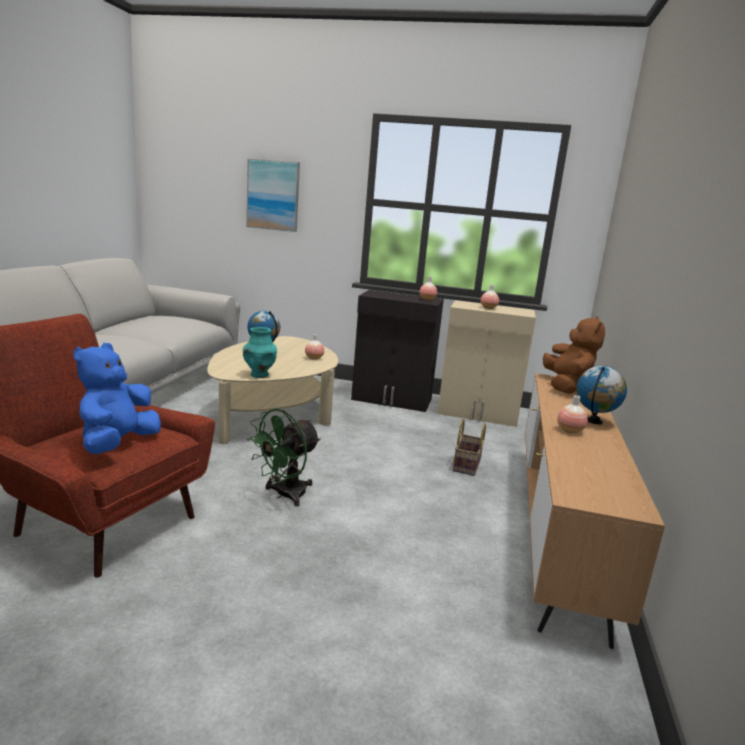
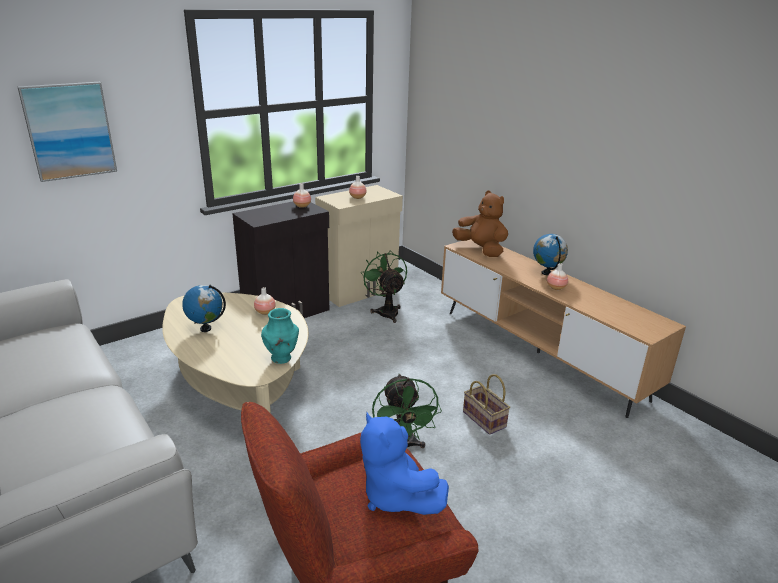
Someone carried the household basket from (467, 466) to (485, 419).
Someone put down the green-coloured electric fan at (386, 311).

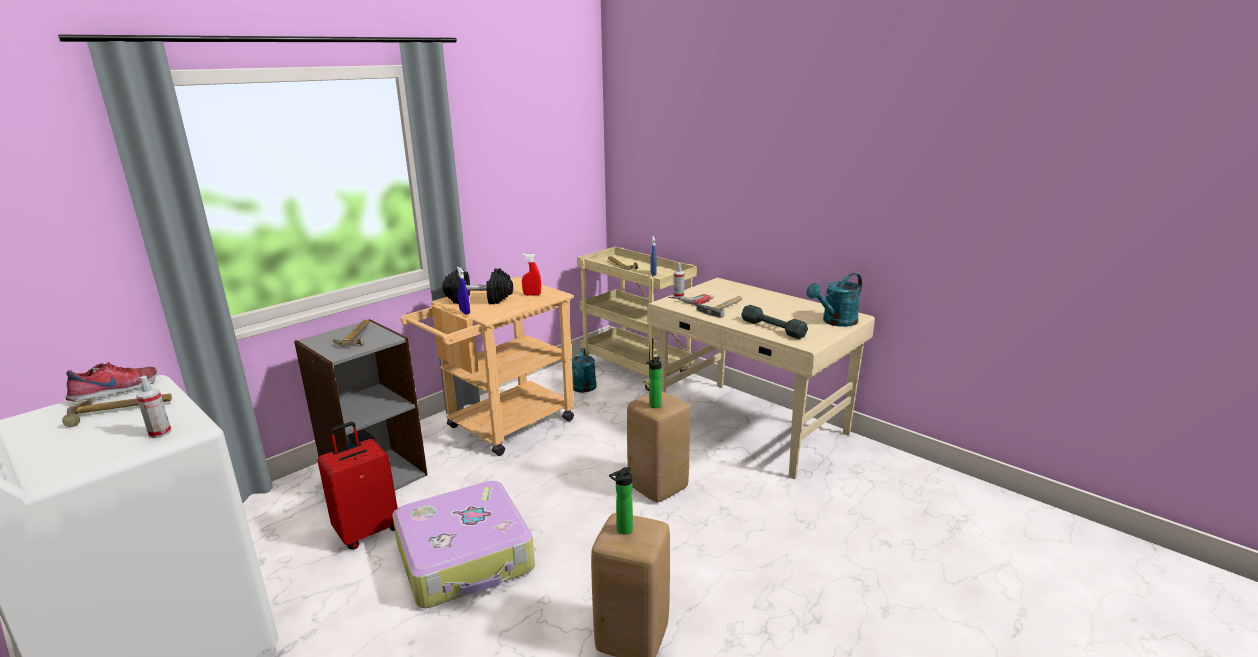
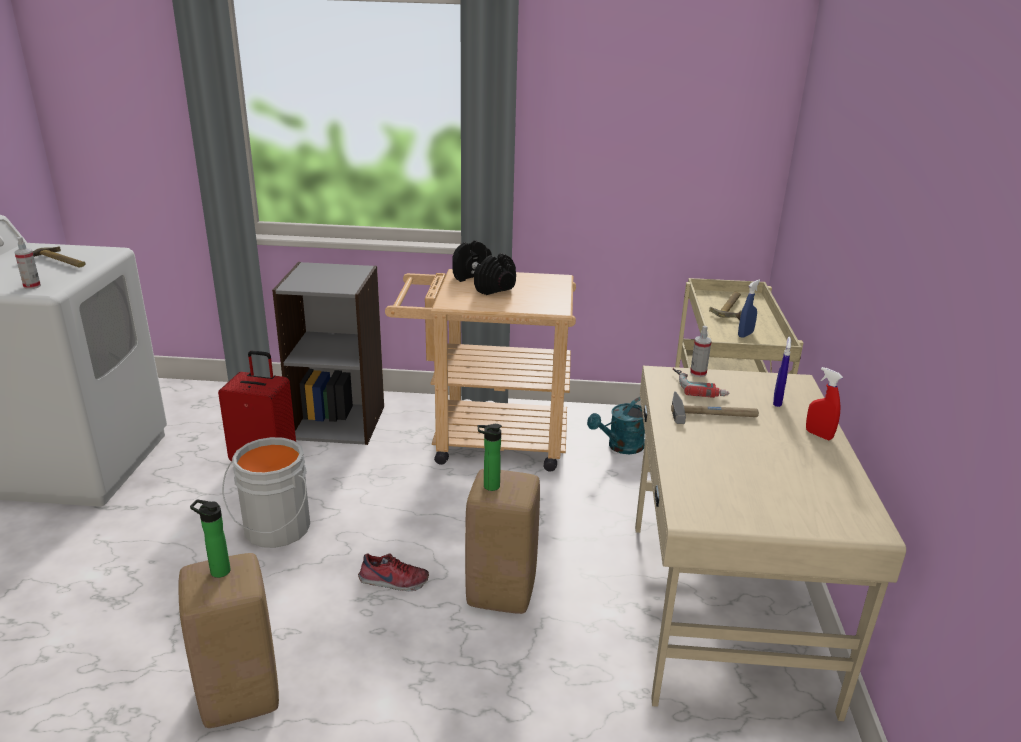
Someone carried the red-coloured hand sprayer from (532, 294) to (818, 435).
Someone carried the blue hand sprayer from (464, 312) to (777, 401).
Someone took away the turquoise sprinkling can at (835, 322).
Someone took away the greyish free weight at (773, 328).
Someone took away the tool hammer at (358, 336).
Someone carried the low shoe from (115, 391) to (393, 582).
Someone swapped the travel case at (466, 557) for the greyish bucket at (274, 530).

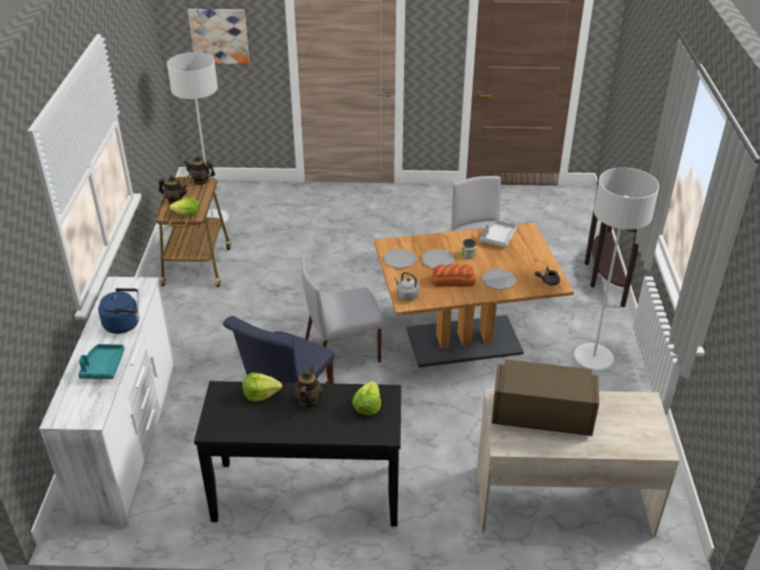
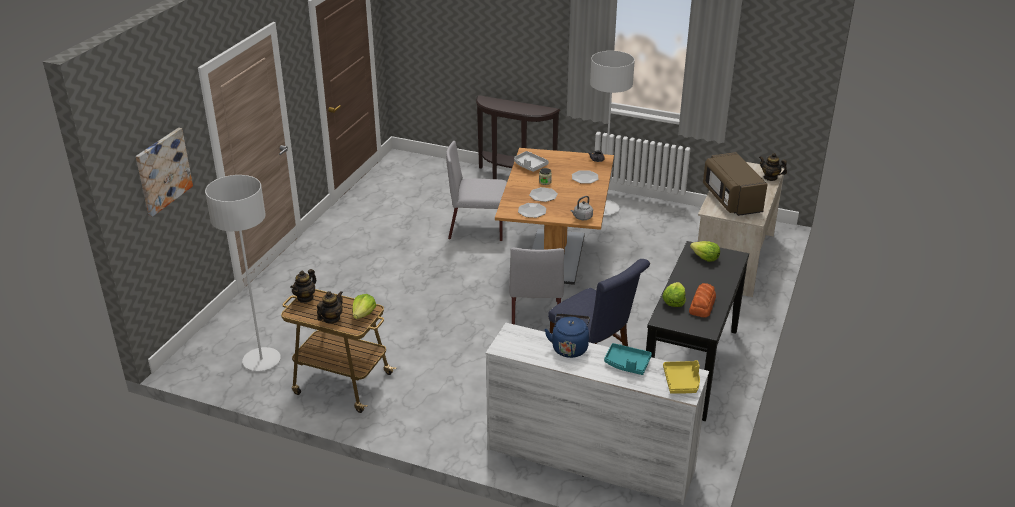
Someone carried the bakery bread from (453, 281) to (702, 305).
Someone rotated the brown-coloured microwave oven at (541, 414) by 45 degrees counterclockwise.
Someone carried the pot for tea from (308, 400) to (770, 177).
Someone put down the yellow-coloured tray at (682, 382).

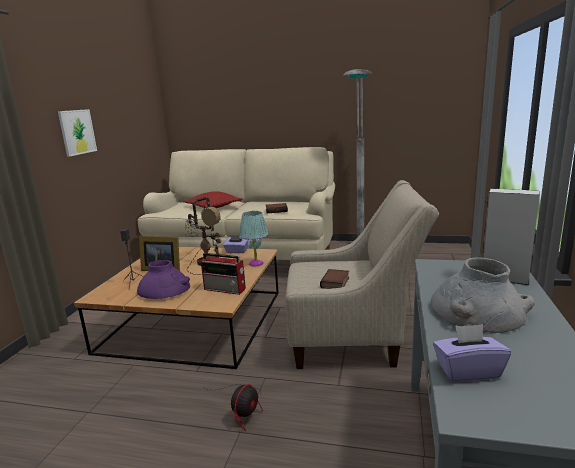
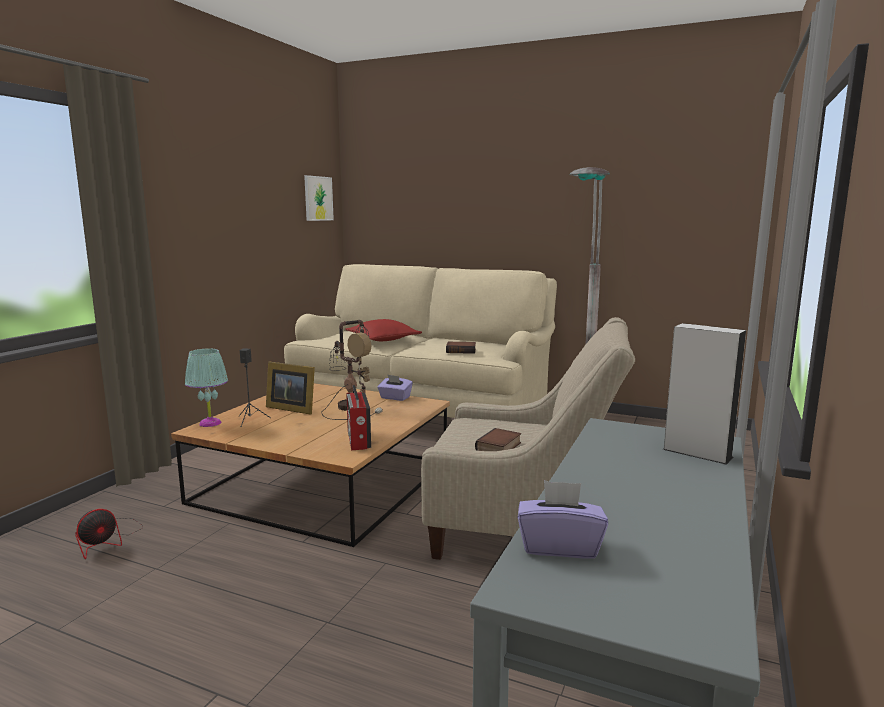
Someone carried the picture from (77, 132) to (318, 198).
Someone carried the turquoise tabletop lamp from (256, 263) to (210, 423).
Someone rotated the radio at (225, 289) by 45 degrees clockwise.
Someone took away the greyish flower vase at (478, 311).
Someone took away the purple flower vase at (164, 290).
Someone carried the electric fan from (243, 408) to (107, 540).

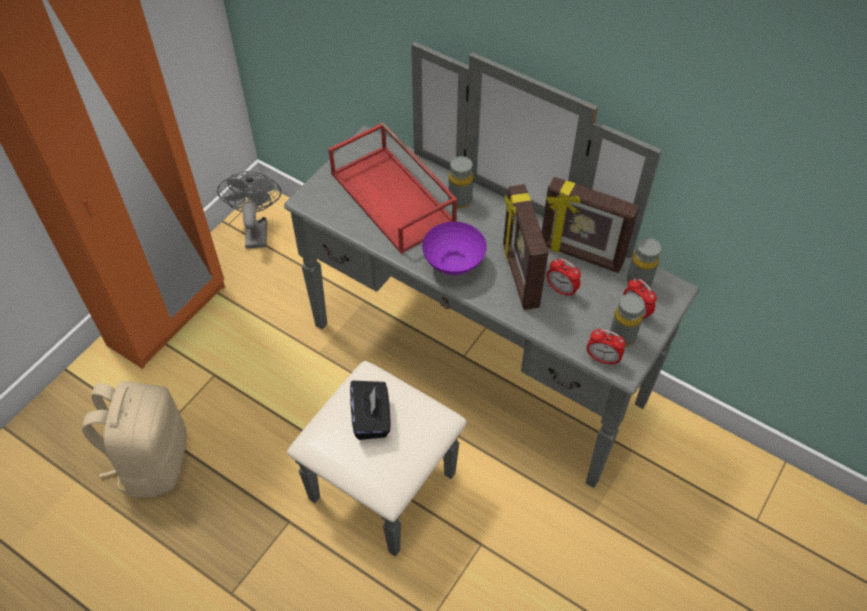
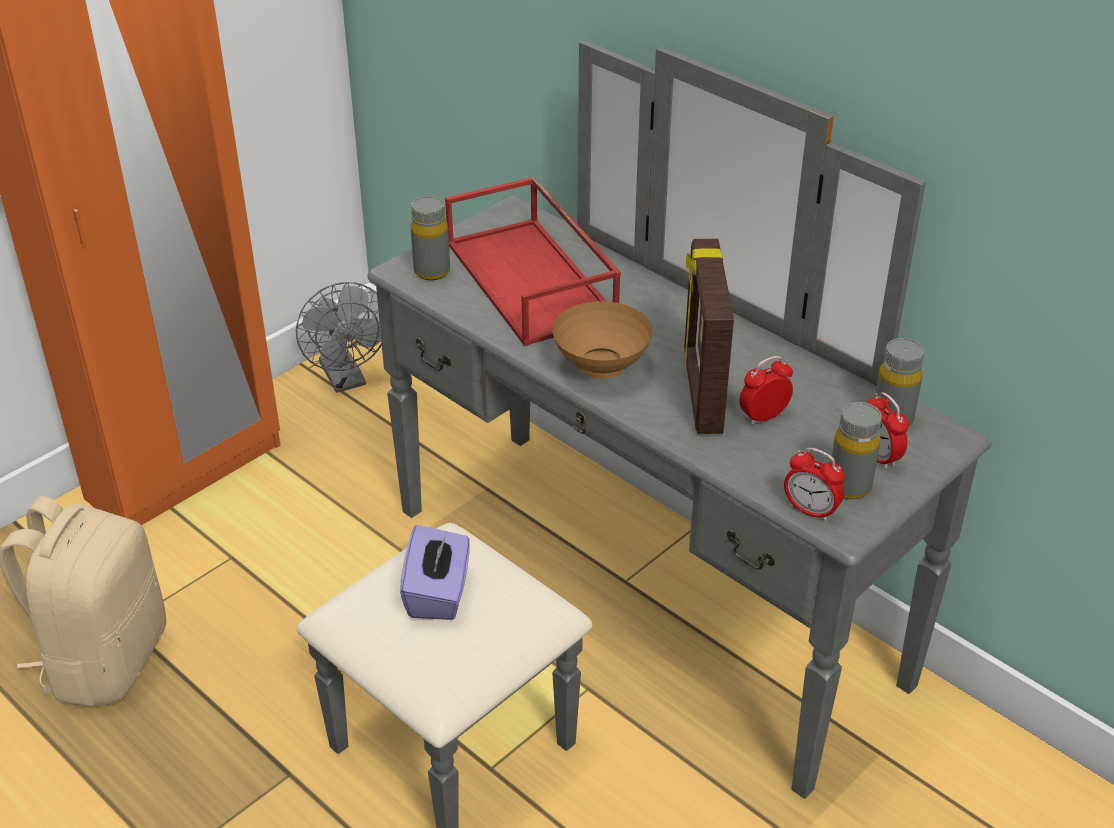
Someone carried the greyish drink bottle from (460, 200) to (432, 271).
Someone rotated the greyish electric fan at (256, 230) by 150 degrees clockwise.
Someone took away the picture frame at (580, 255).
Someone repainted the purple serving bowl at (454, 264), which became the brown-coloured serving bowl at (603, 368).
Someone rotated the alarm clock at (561, 290) by 105 degrees clockwise.
Someone repainted the black tissue holder at (371, 419), which became the purple tissue holder at (438, 593).

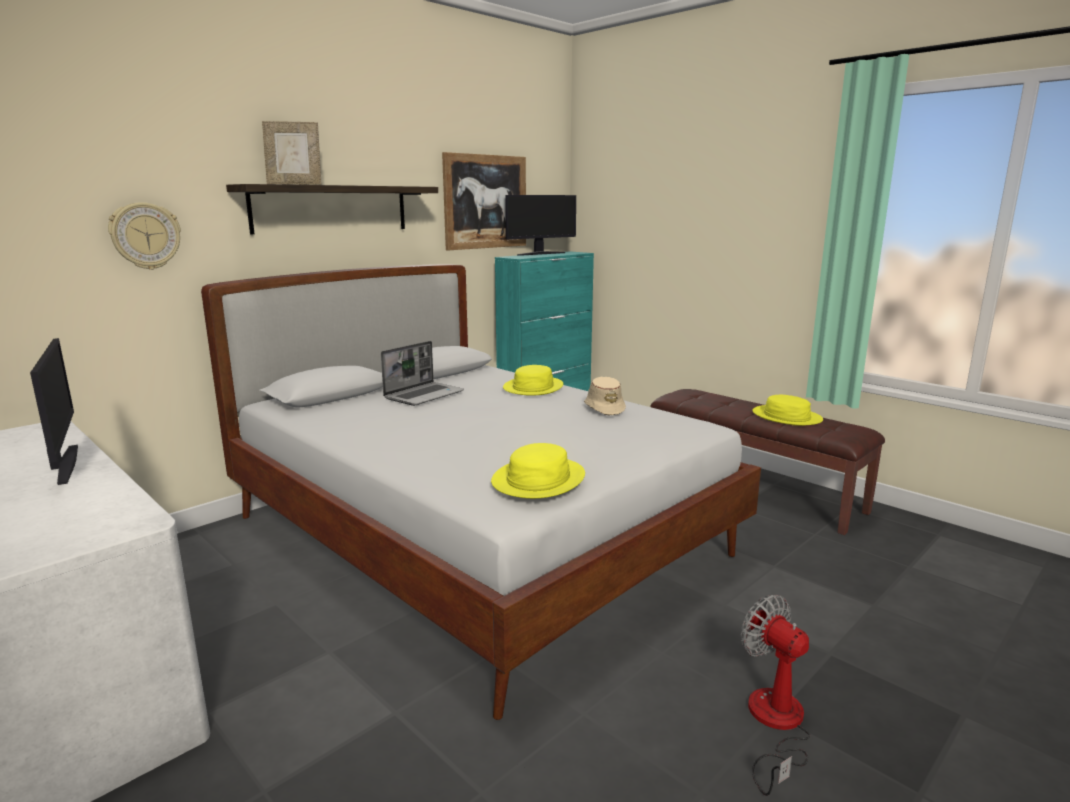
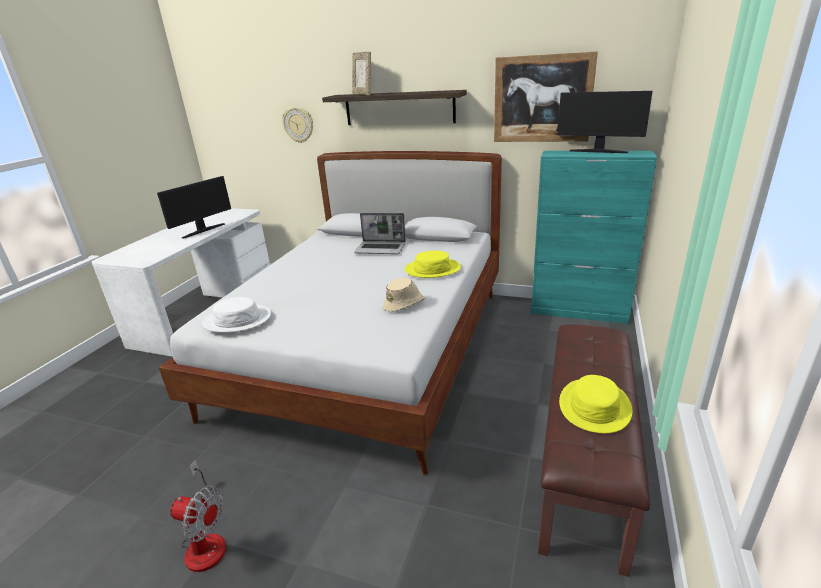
Someone repainted the yellow-coloured clothing hat at (538, 479), which became the white clothing hat at (237, 319).
Someone rotated the electric fan at (775, 724) by 75 degrees clockwise.

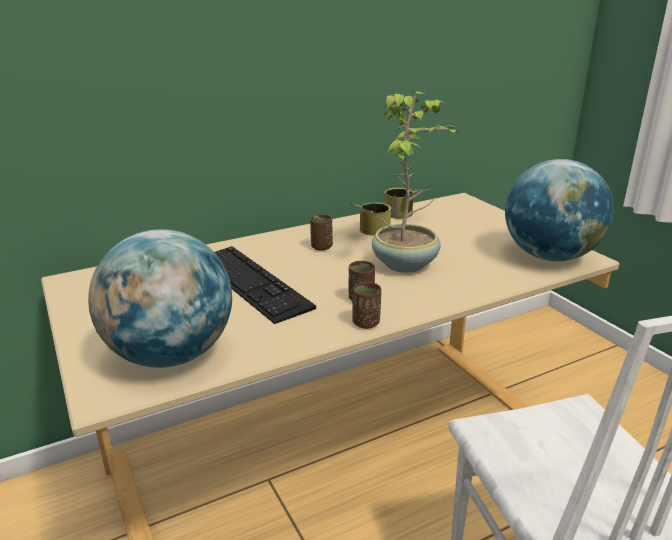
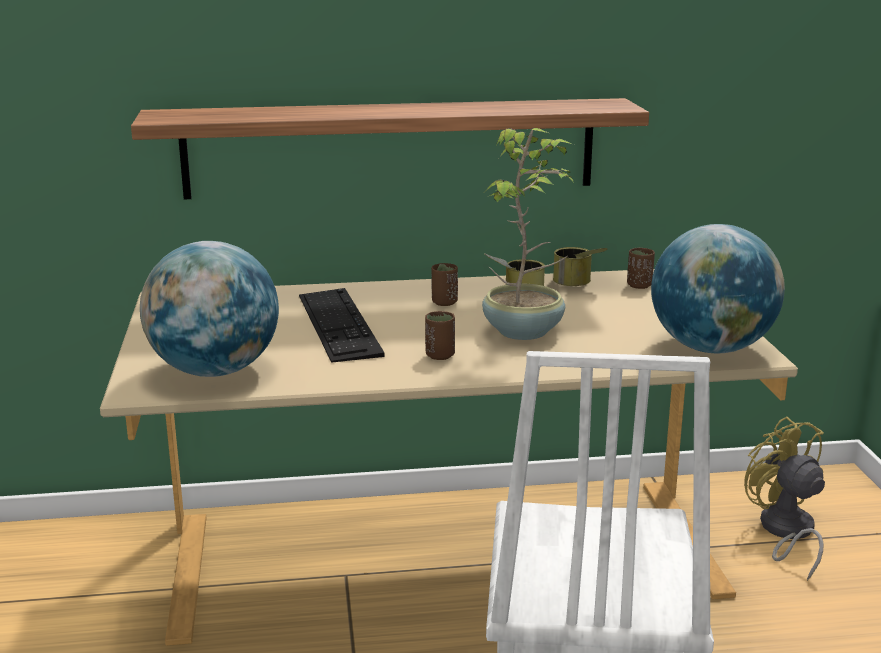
Someone carried the brown-coloured cup from (366, 323) to (639, 285).
Someone put up the bracket shelf at (390, 148).
Someone put down the yellow-coloured electric fan at (785, 532).

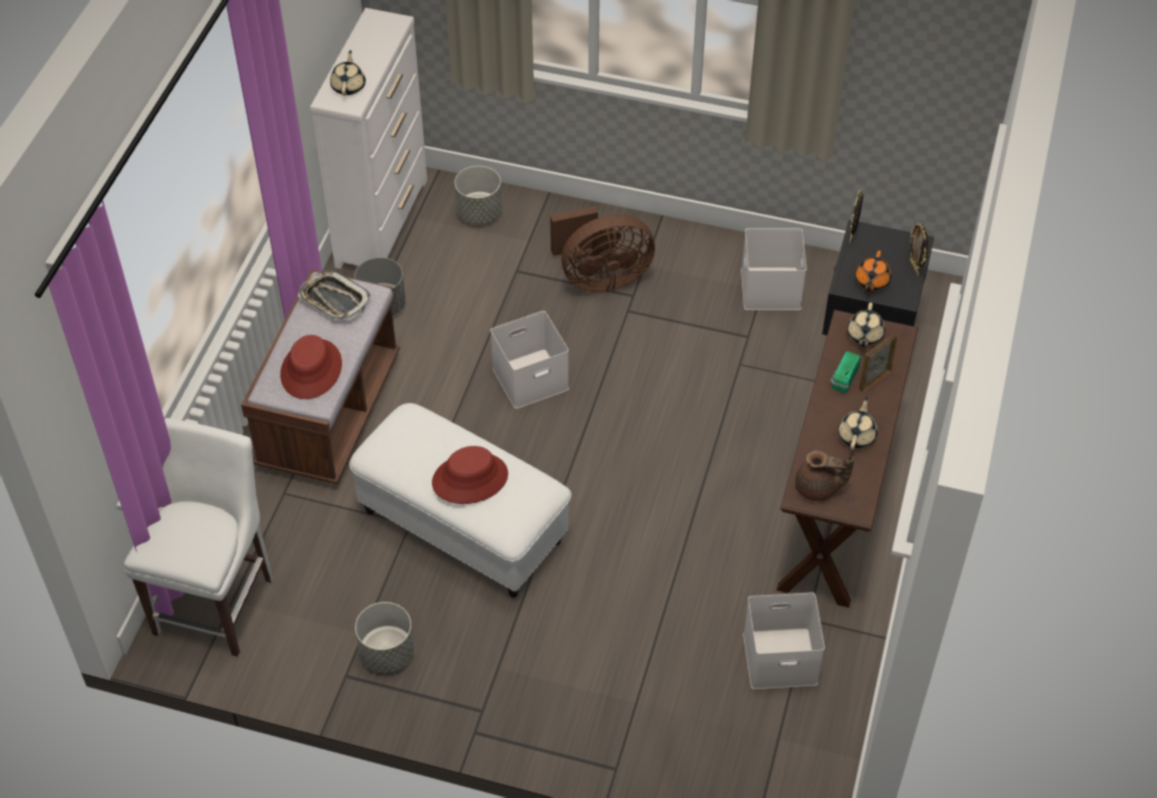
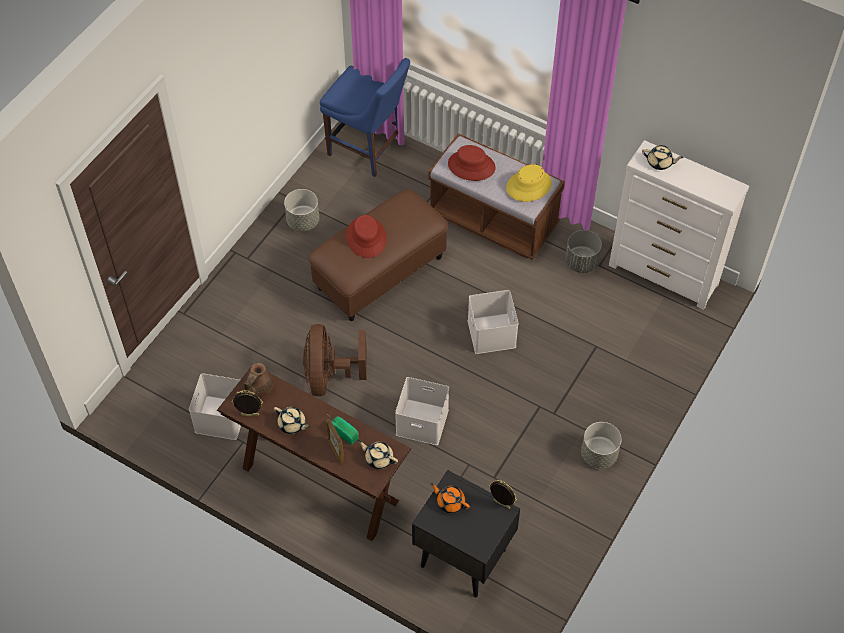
Someone carried the greyish plant pot from (479, 212) to (599, 455).
Someone carried the brown-coloured electric fan from (600, 278) to (330, 376).
Someone carried the picture frame from (914, 268) to (250, 415).
Someone carried the white storage container from (772, 289) to (421, 422).
Someone swapped the tray at (334, 300) for the yellow-coloured clothing hat at (528, 185).
Someone repainted the white footrest at (461, 528), which became the brown-coloured footrest at (379, 272).
Someone repainted the white chair at (217, 601), which became the blue chair at (368, 150).

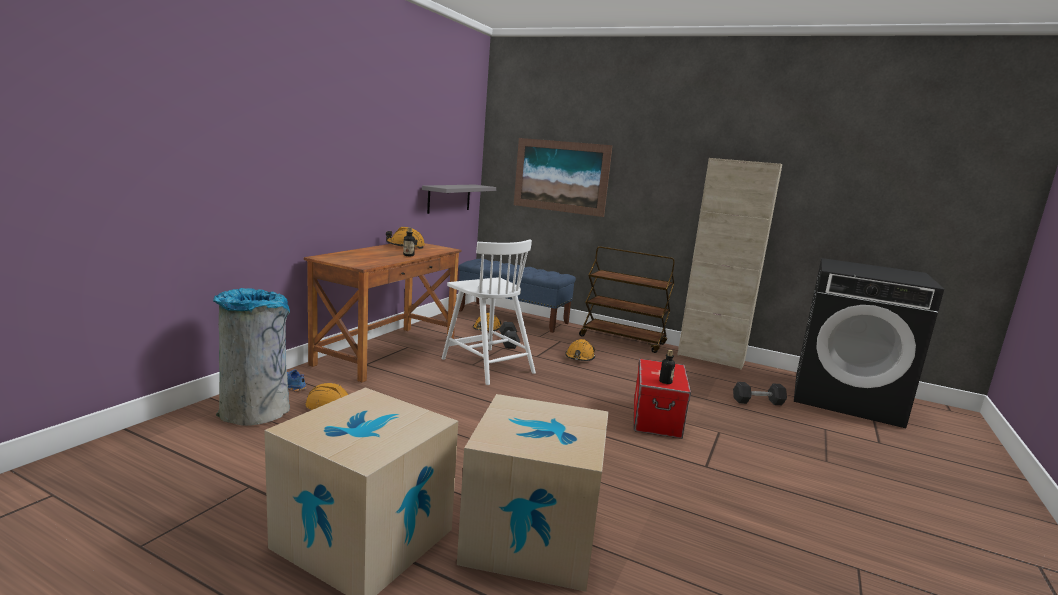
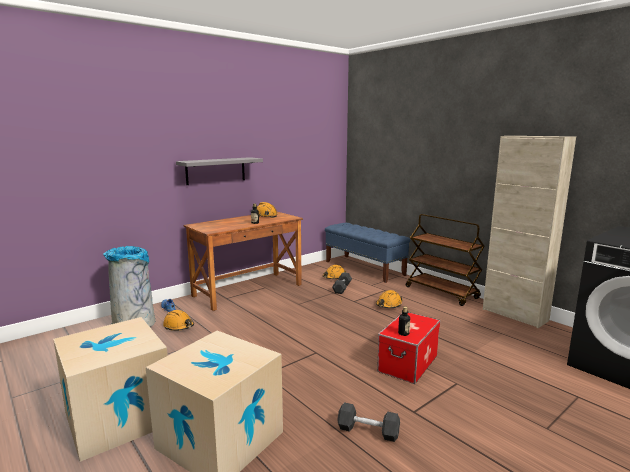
Someone took away the picture at (561, 176).
Someone carried the greyish bracket shelf from (449, 198) to (216, 170).
Someone took away the white chair at (486, 365).
Someone carried the greyish free weight from (758, 402) to (368, 431).

